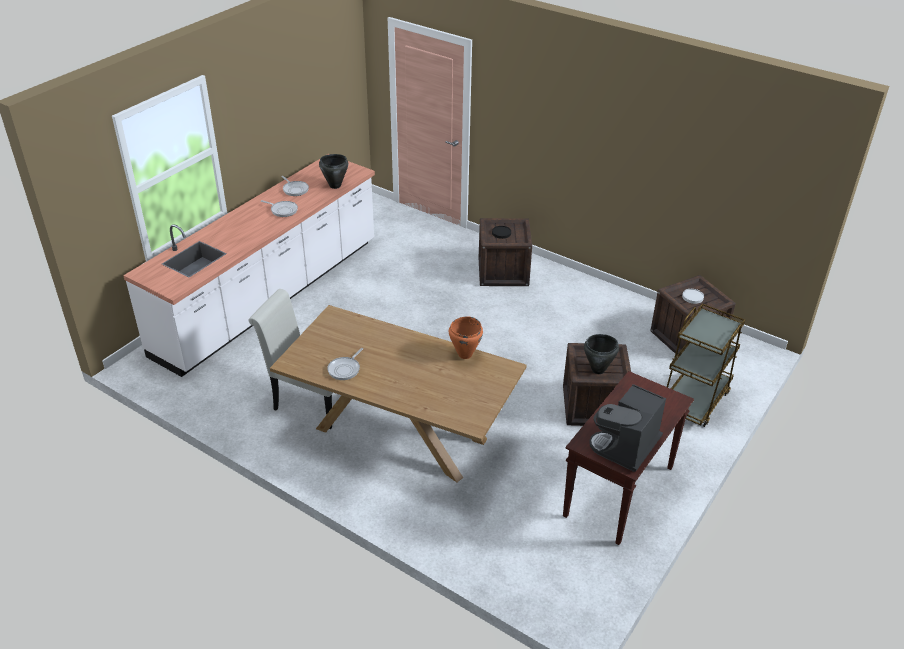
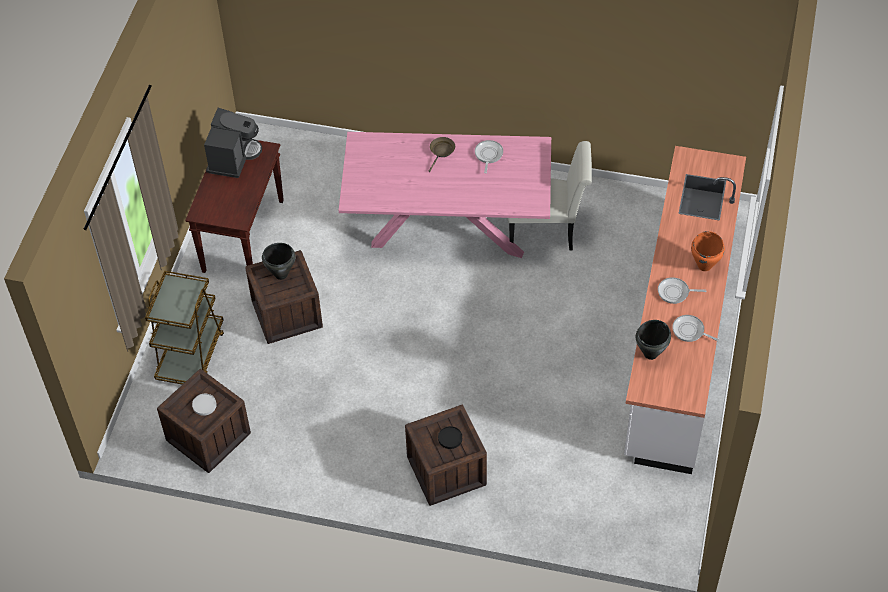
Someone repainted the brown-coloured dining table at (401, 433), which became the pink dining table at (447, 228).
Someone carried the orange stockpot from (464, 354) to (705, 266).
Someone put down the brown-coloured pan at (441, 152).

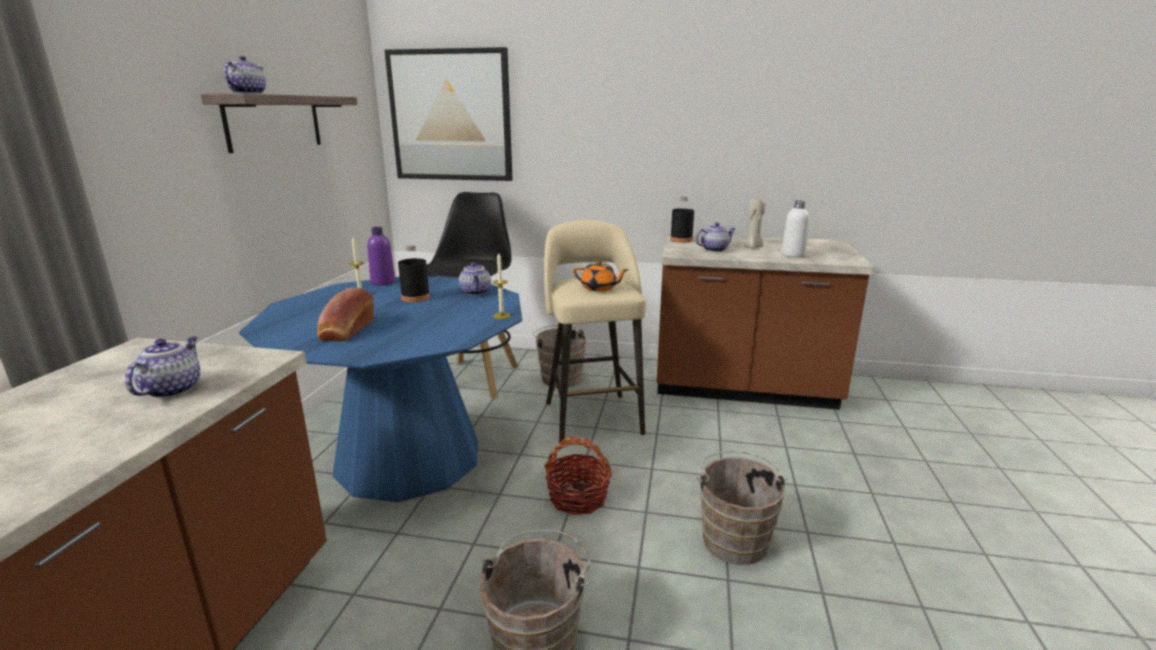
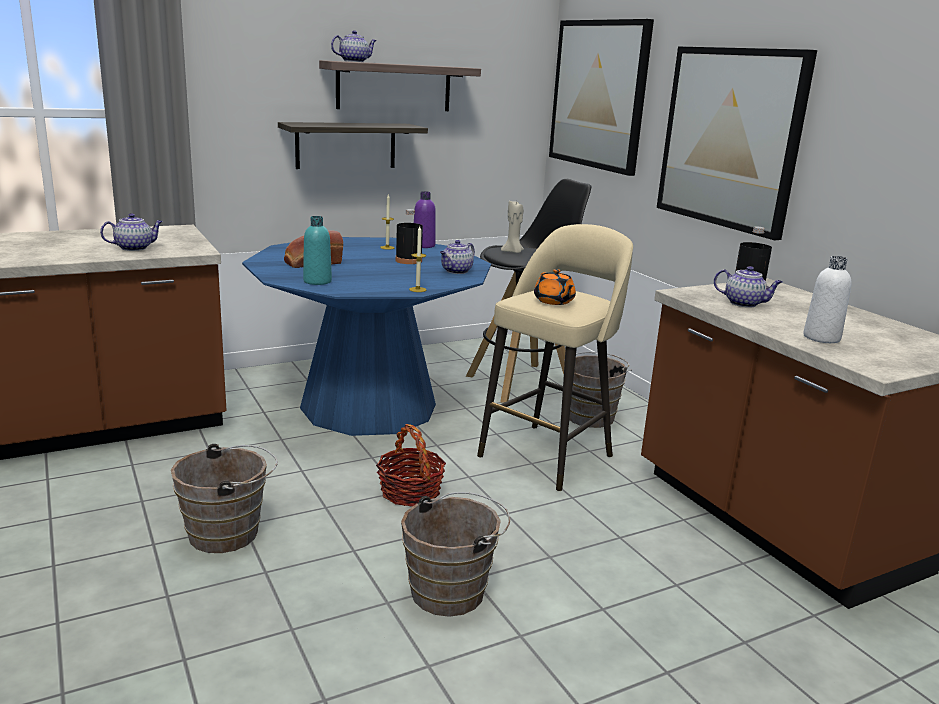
Someone carried the beige-coloured wax candle from (753, 247) to (513, 252).
Someone put up the picture at (730, 138).
Someone put up the bracket shelf at (346, 145).
Someone put down the turquoise drink bottle at (317, 281).

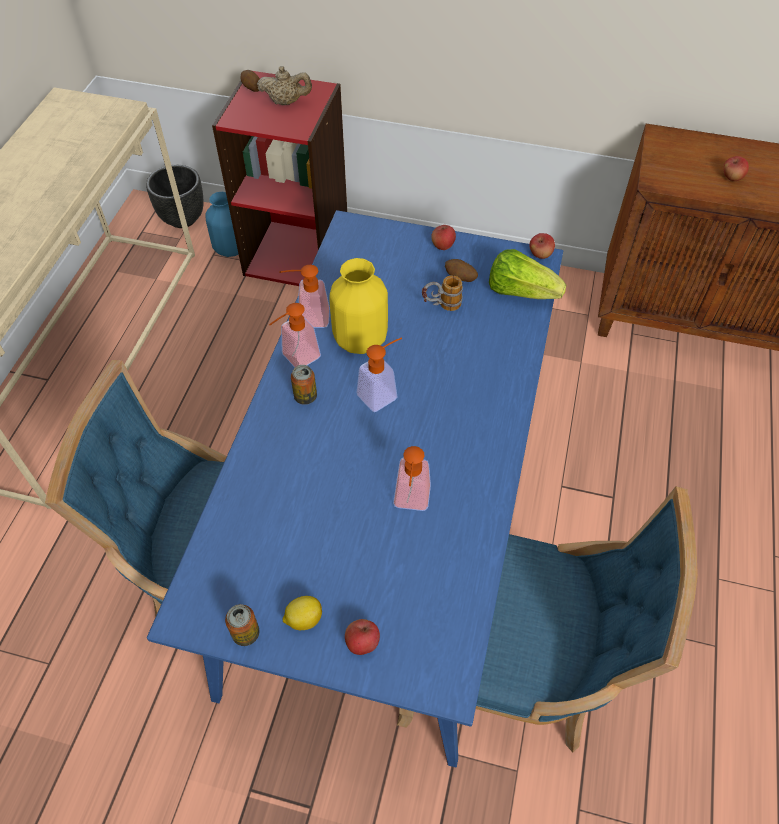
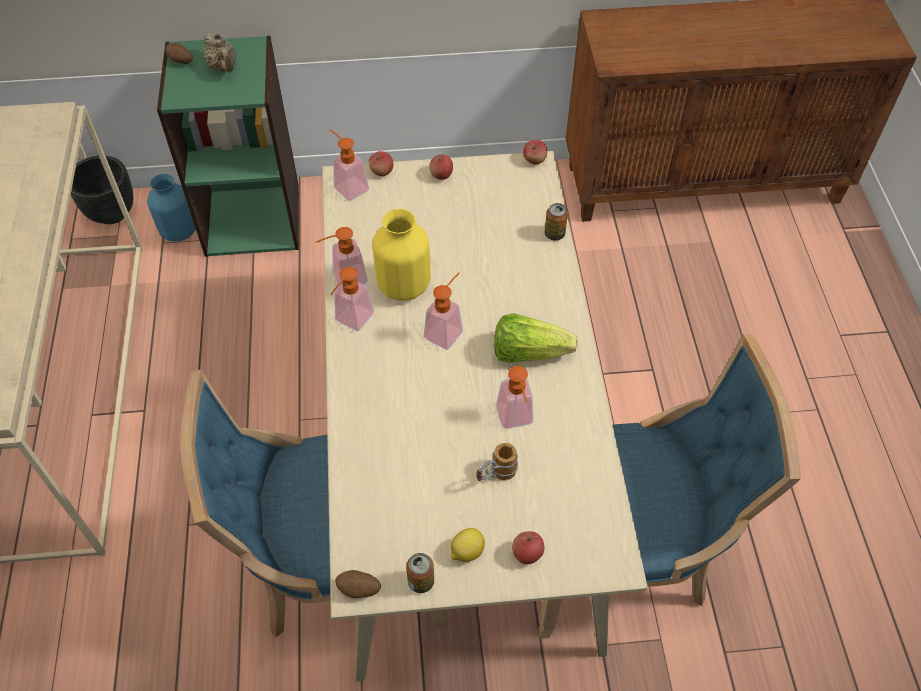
Someone rotated the beige-coloured pot for tea at (286, 102) by 75 degrees clockwise.
Someone repainted the red-coloured shelving unit at (297, 254), which became the green-coloured shelving unit at (253, 218).
Someone carried the whole apple from (731, 177) to (382, 172).
Someone repainted the blue dining table at (388, 529), which became the beige-coloured dining table at (459, 464).
Someone carried the lettuce from (520, 291) to (528, 352).
Someone carried the potato from (460, 278) to (359, 590).
Someone carried the coffee mug from (441, 306) to (495, 476).
Someone carried the metal can from (305, 397) to (554, 234).
Someone put down the liquid soap bottle at (348, 186).

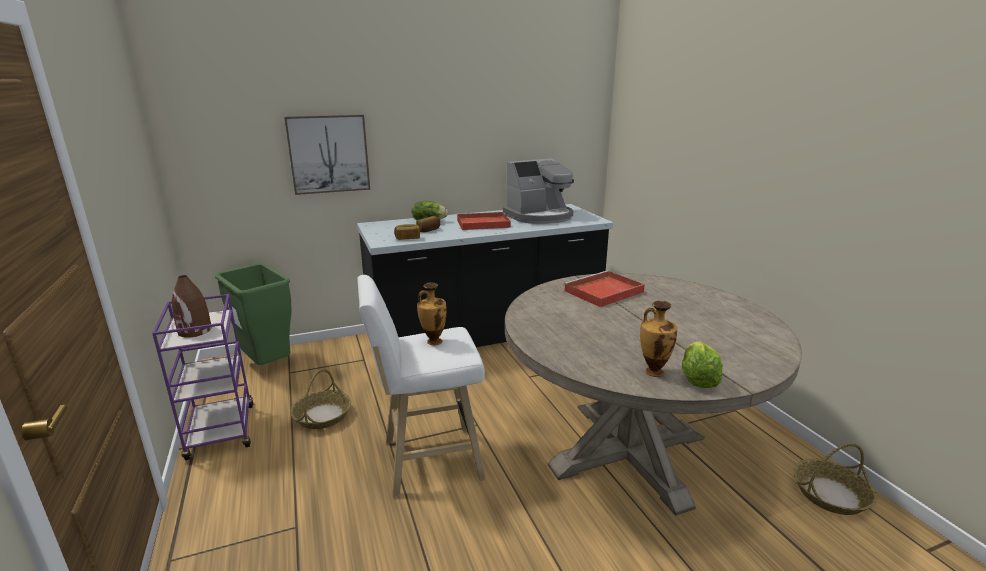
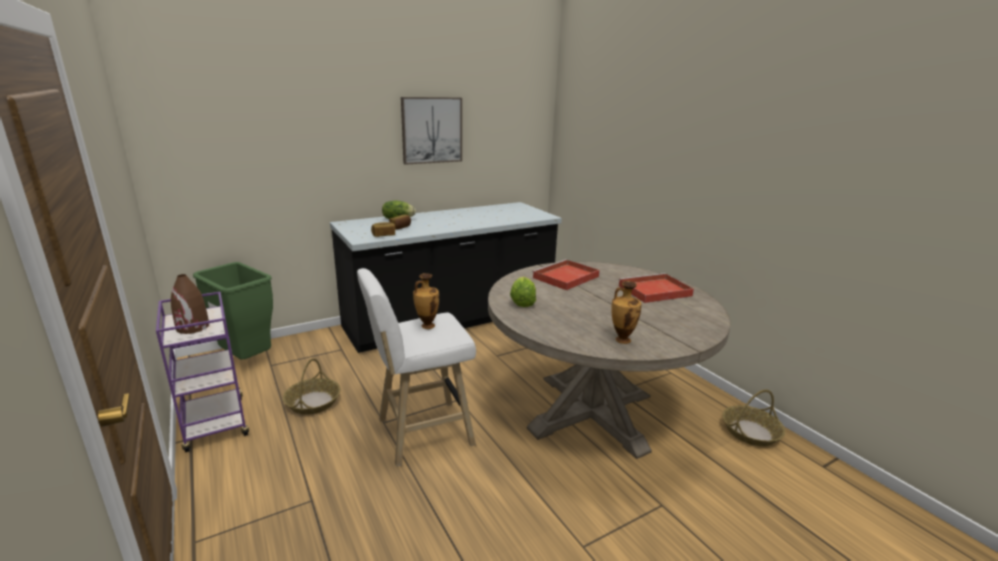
Someone carried the picture from (329, 154) to (432, 130).
Someone took away the coffee machine at (539, 216).
Someone carried the red-coloured tray from (482, 224) to (653, 291).
Someone carried the lettuce from (697, 379) to (522, 302).

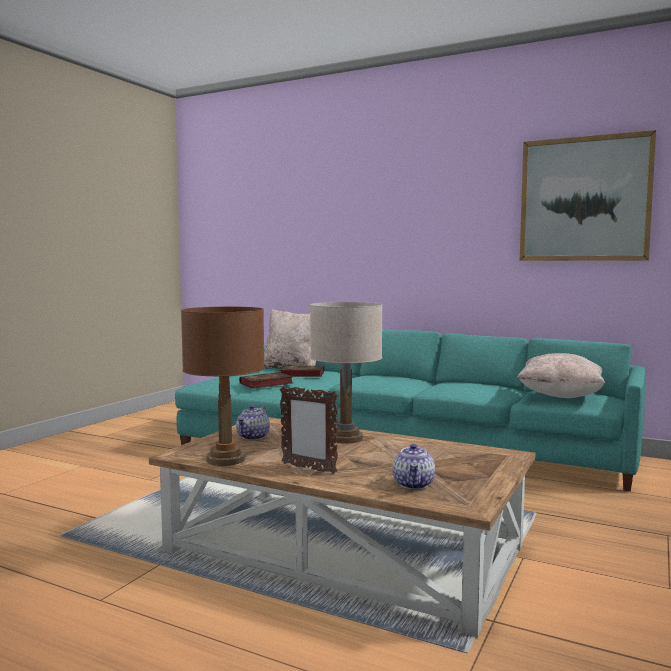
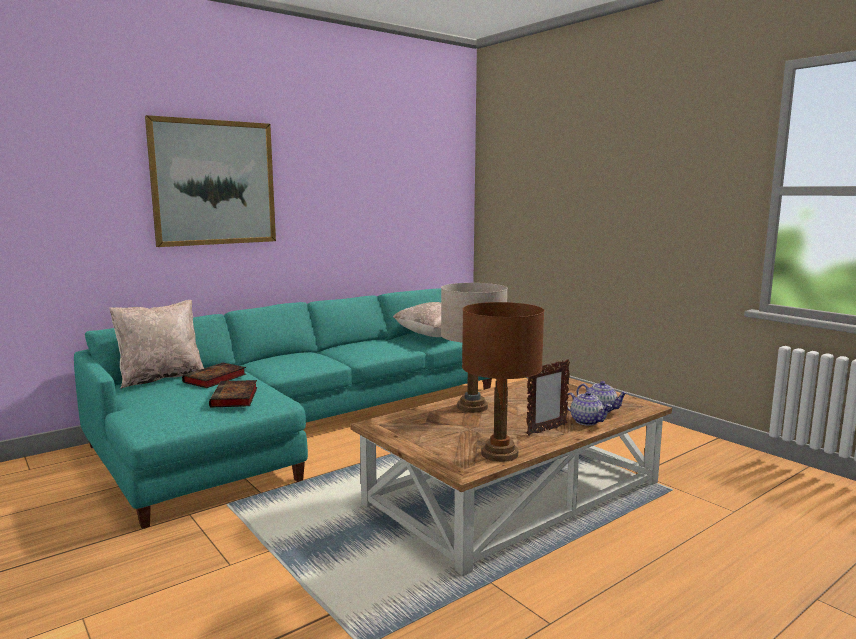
Someone carried the picture from (584, 199) to (214, 183).
Someone carried the pot for tea from (253, 437) to (587, 421).

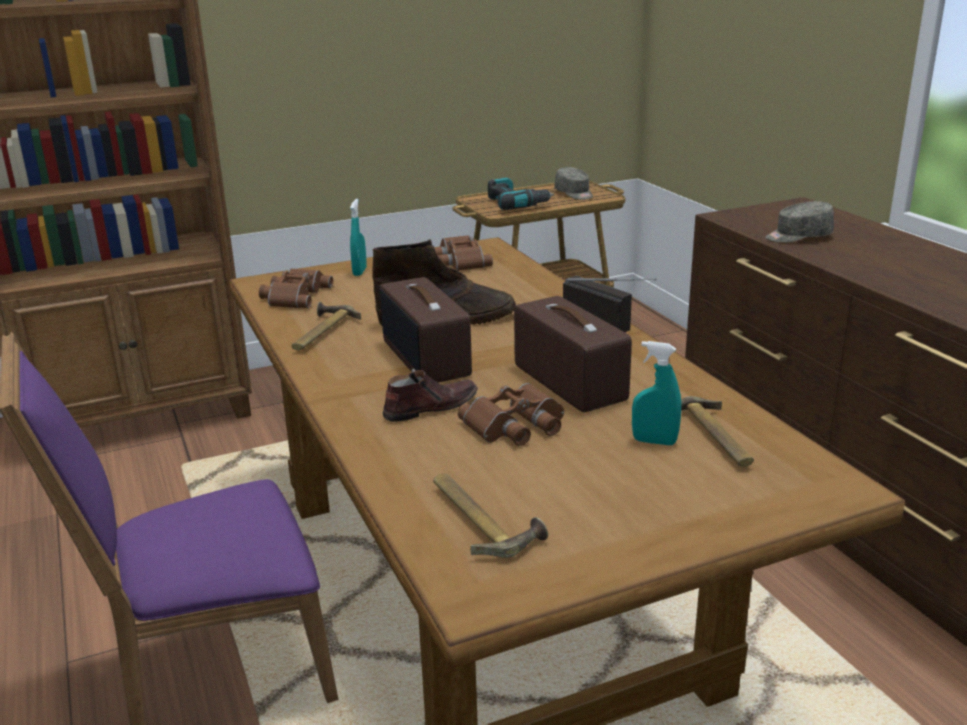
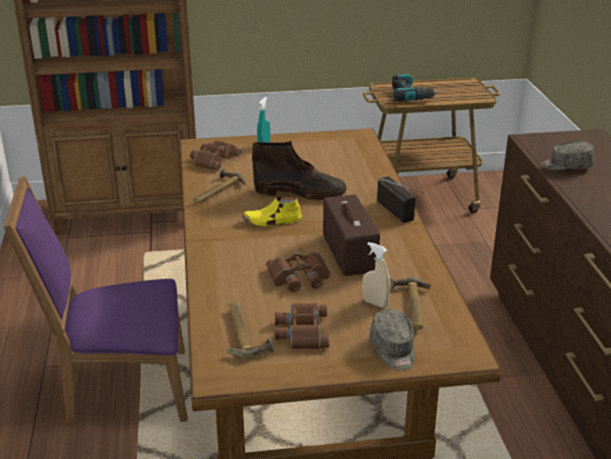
Someone carried the greyish baseball cap from (574, 194) to (393, 350).
Someone carried the brown-coloured field glasses from (458, 261) to (301, 331).
Someone swapped the radio at (428, 358) for the yellow-coloured low shoe at (272, 221).
Someone repainted the turquoise hand sprayer at (654, 441), which became the beige-coloured hand sprayer at (375, 303).
Someone took away the brown-coloured low shoe at (430, 407).

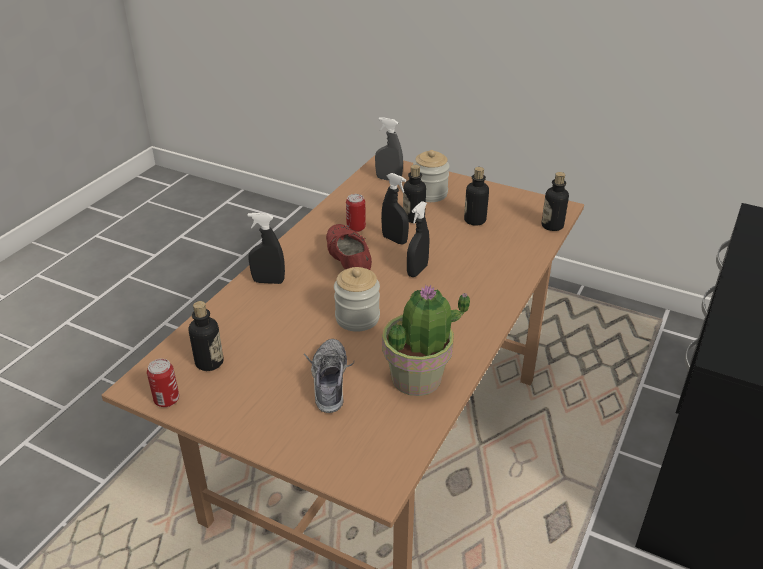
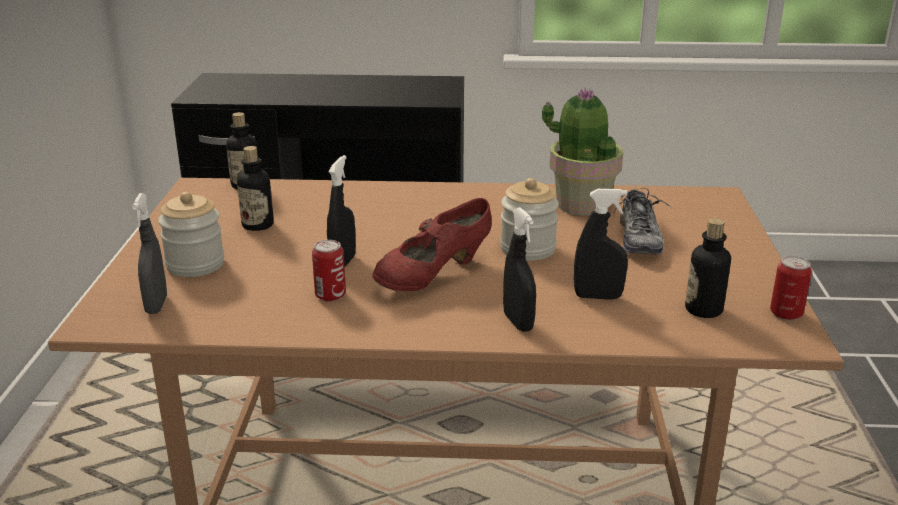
Someone took away the drink bottle at (413, 218).
Someone carried the black hand sprayer from (417, 271) to (598, 297).
Someone rotated the low shoe at (329, 381) by 60 degrees counterclockwise.

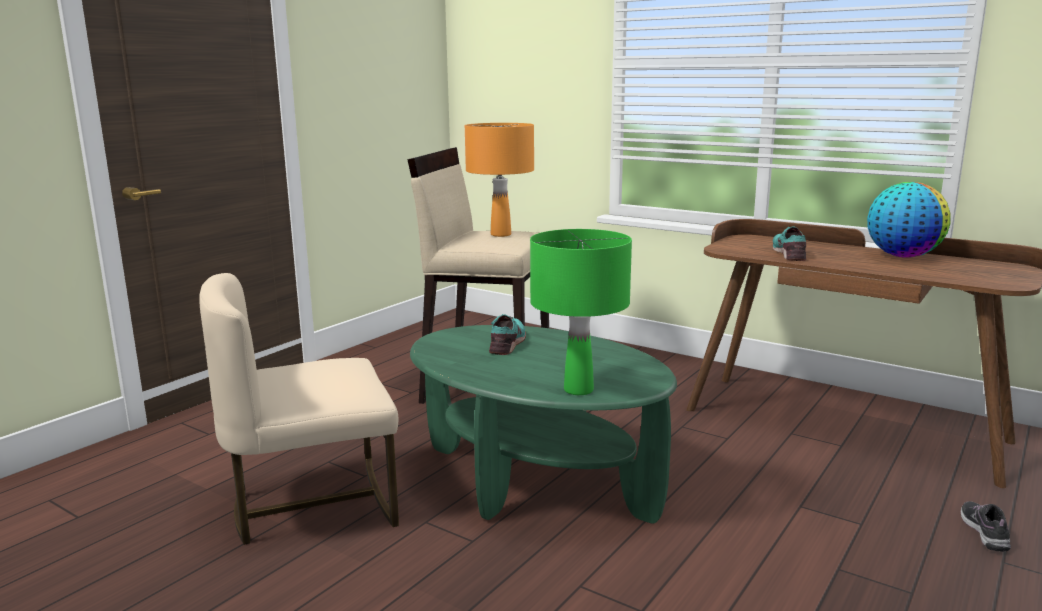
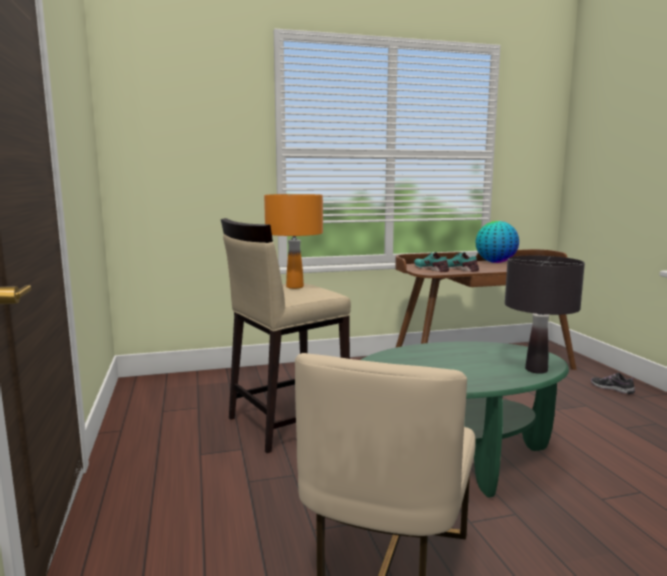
Someone repainted the green-coloured tabletop lamp at (578, 390), which became the black tabletop lamp at (536, 370).
Someone carried the turquoise low shoe from (508, 343) to (431, 269).

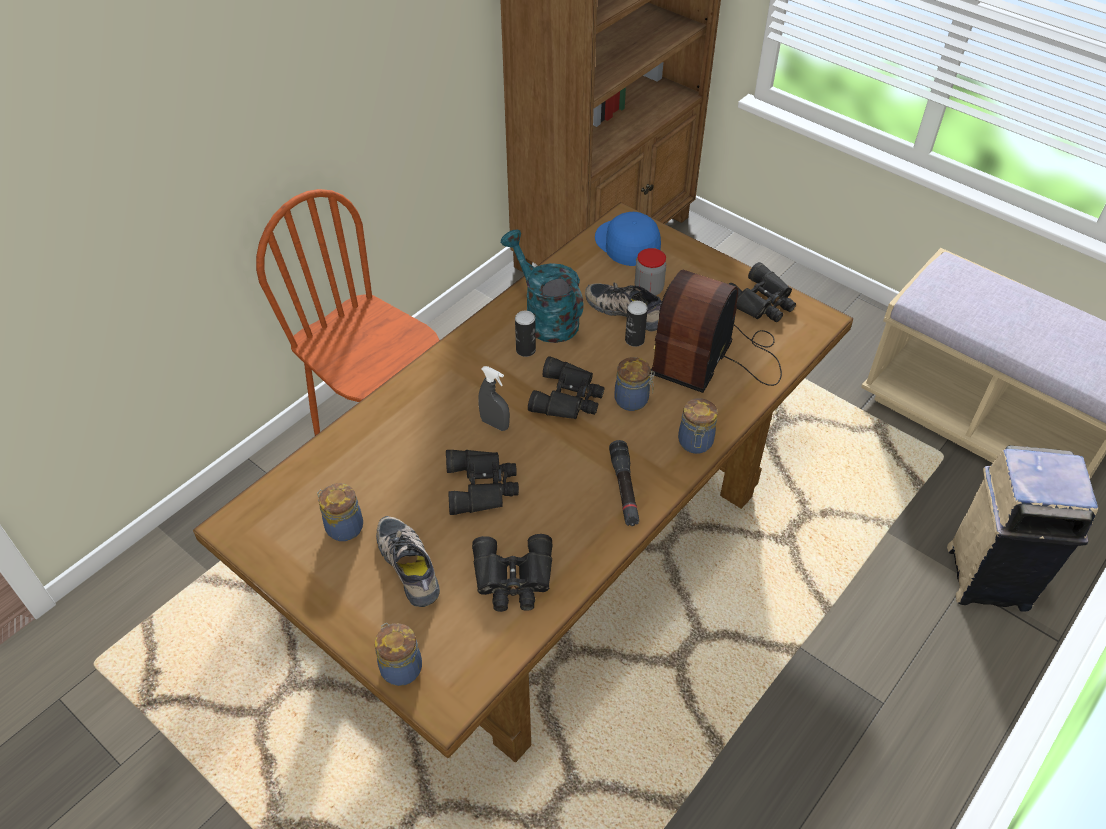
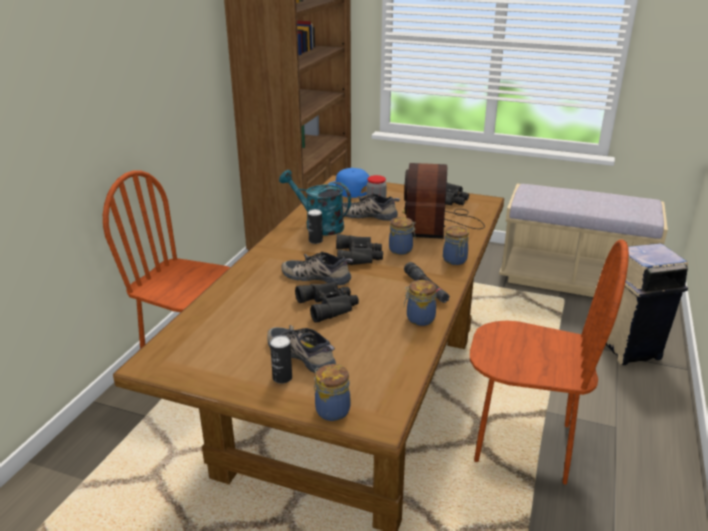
Someone carried the metal can from (634, 340) to (282, 377).
Someone swapped the greyish hand sprayer at (495, 424) for the low shoe at (317, 276).
Someone carried the preserve jar from (343, 527) to (419, 319).
Someone took away the black field glasses at (513, 579).
Someone put down the brown-coloured chair at (523, 444).

